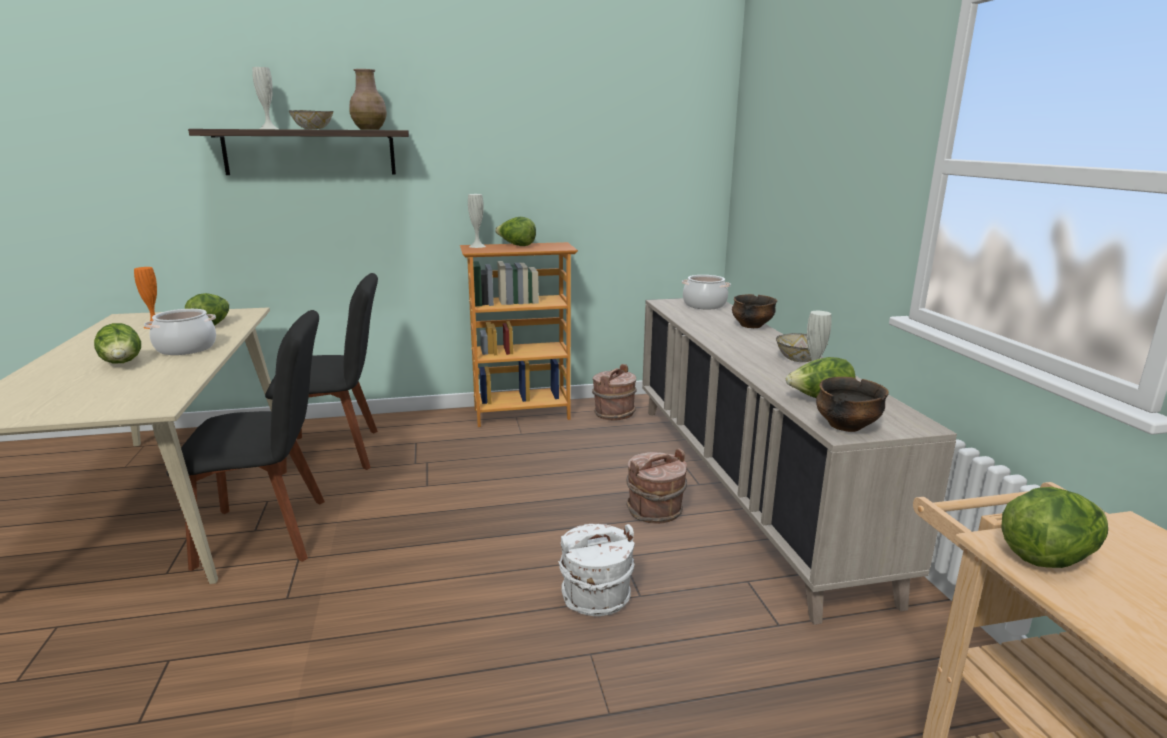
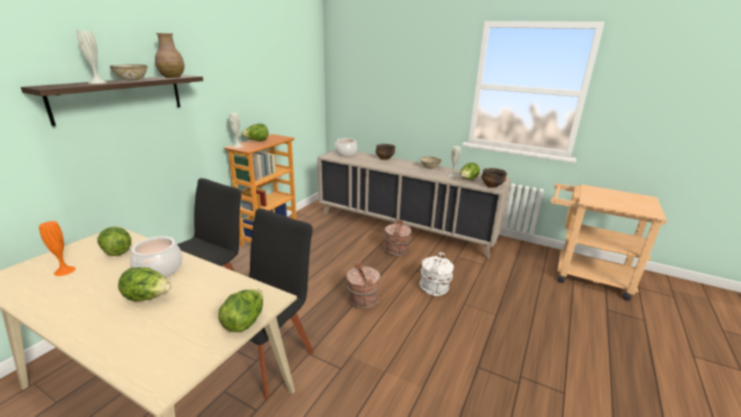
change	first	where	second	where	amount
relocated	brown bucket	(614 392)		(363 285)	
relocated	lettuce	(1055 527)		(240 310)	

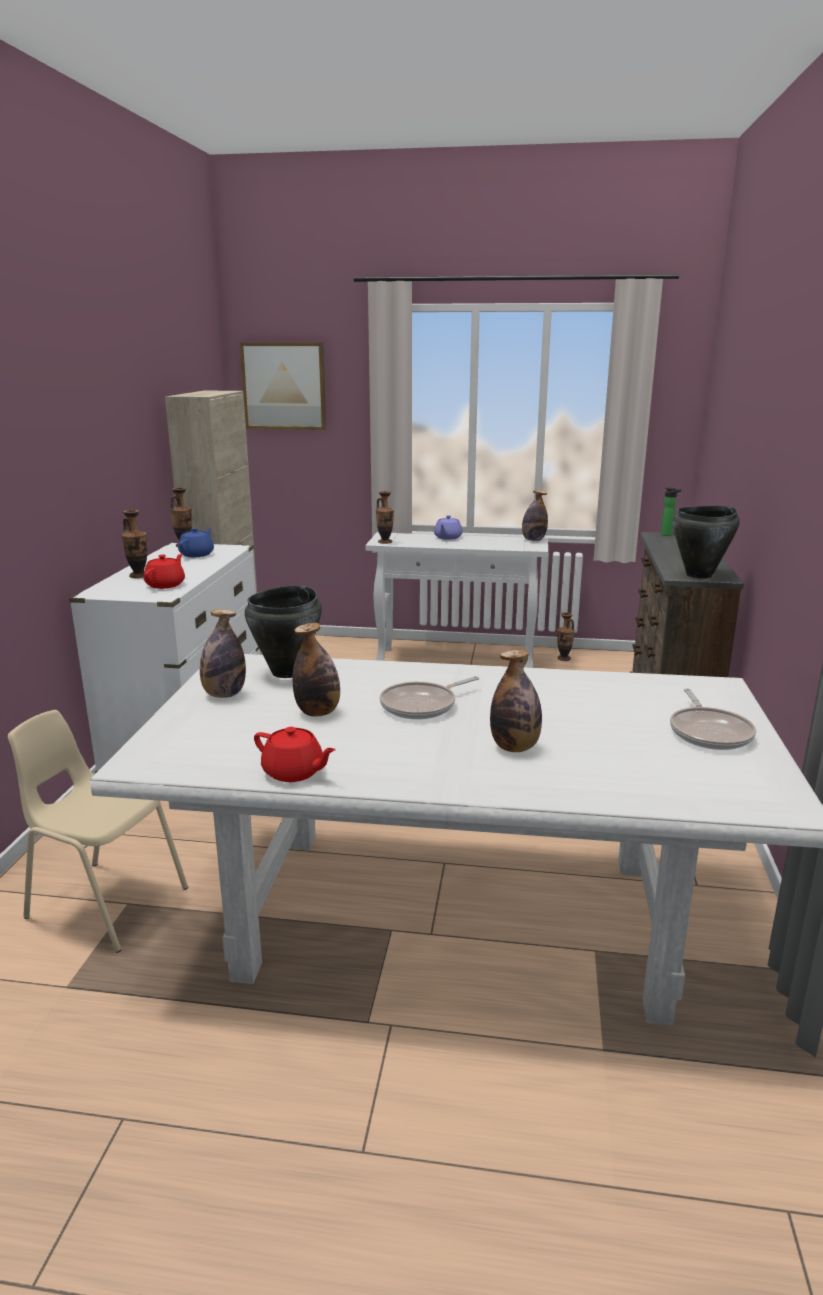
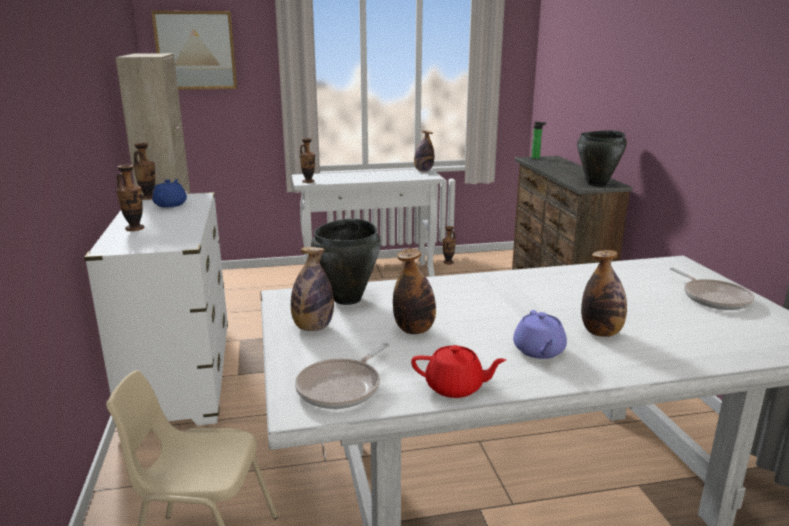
change	first	where	second	where	amount
missing	red teapot	(164 571)			
relocated	frying pan	(429 697)		(342 376)	
relocated	purple teapot	(448 527)		(540 334)	

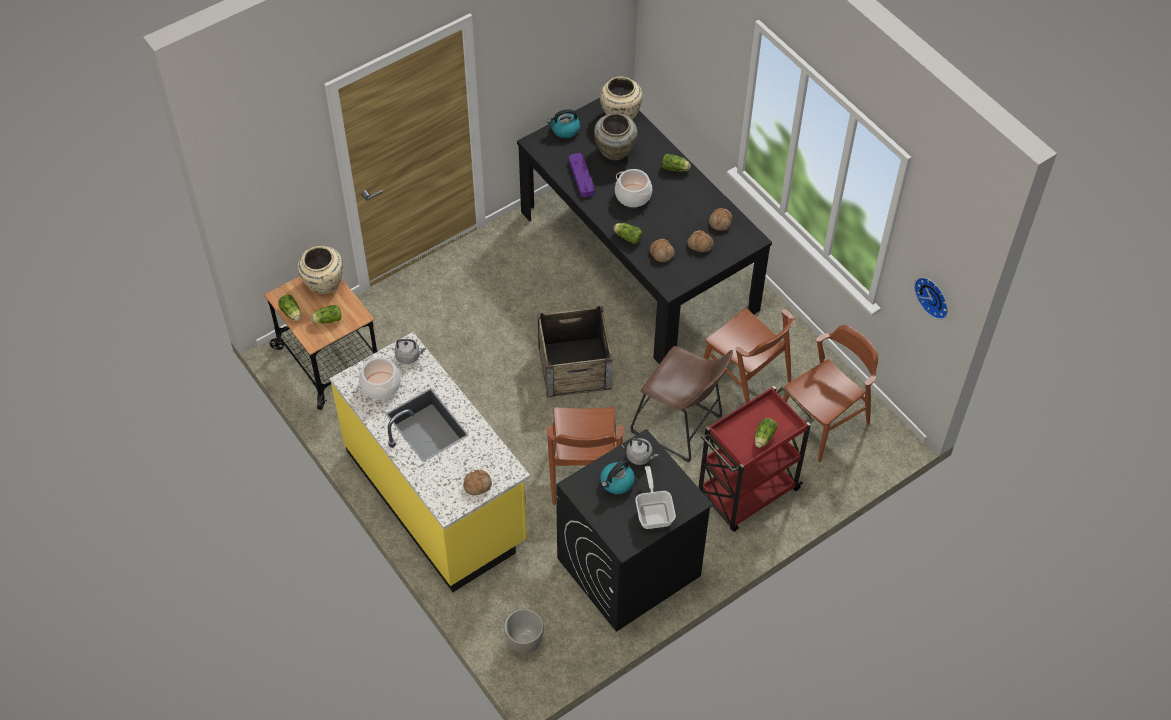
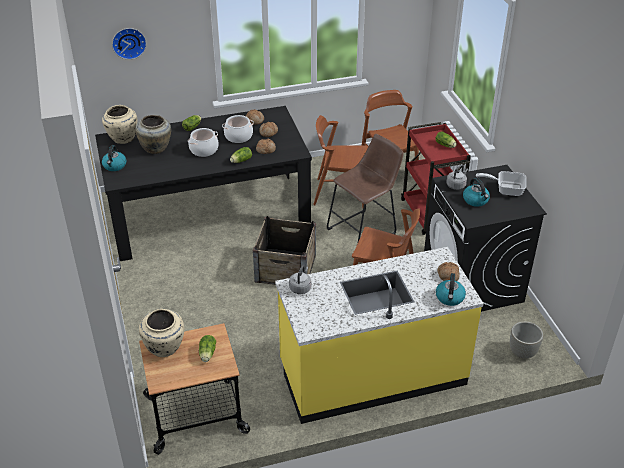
change	first	where	second	where	amount
missing	lettuce	(289 307)			
missing	purple tray	(581 175)			
appeared			kettle	(451 289)	
relocated	cooking pot	(380 378)		(238 129)	
relocated	wall clock	(931 298)		(129 44)	
spun	brown chair	(749 355)		(340 161)	150 degrees counterclockwise

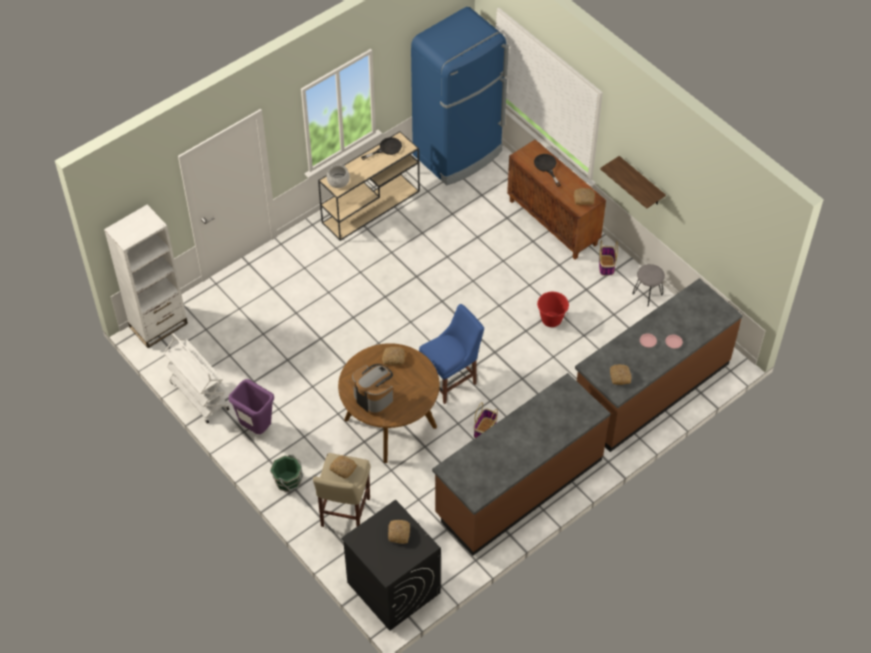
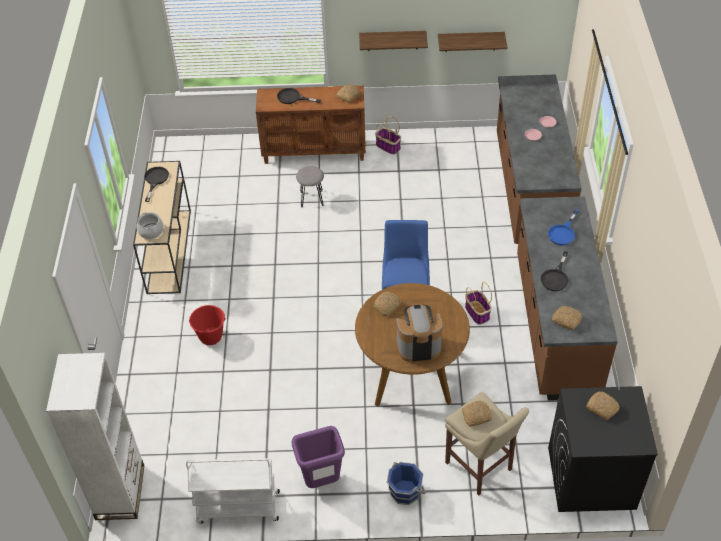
change	first	where	second	where	amount
missing	blue fridge	(460 96)			
appeared			shelf	(472 42)	
appeared			black frying pan	(554 271)	
appeared			blue frying pan	(563 227)	
relocated	red bucket	(553 309)		(207 325)	
relocated	bread	(621 374)		(567 318)	
relocated	grey stool	(648 285)		(310 186)	
colour	green bucket	(286 473)	blue bucket	(406 483)	

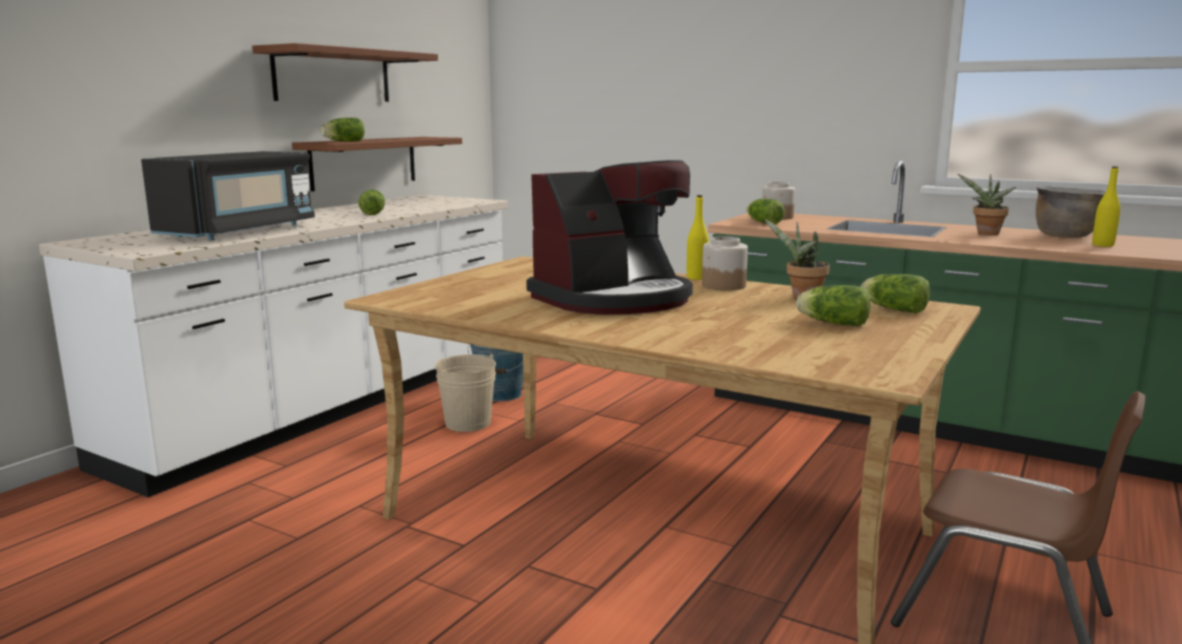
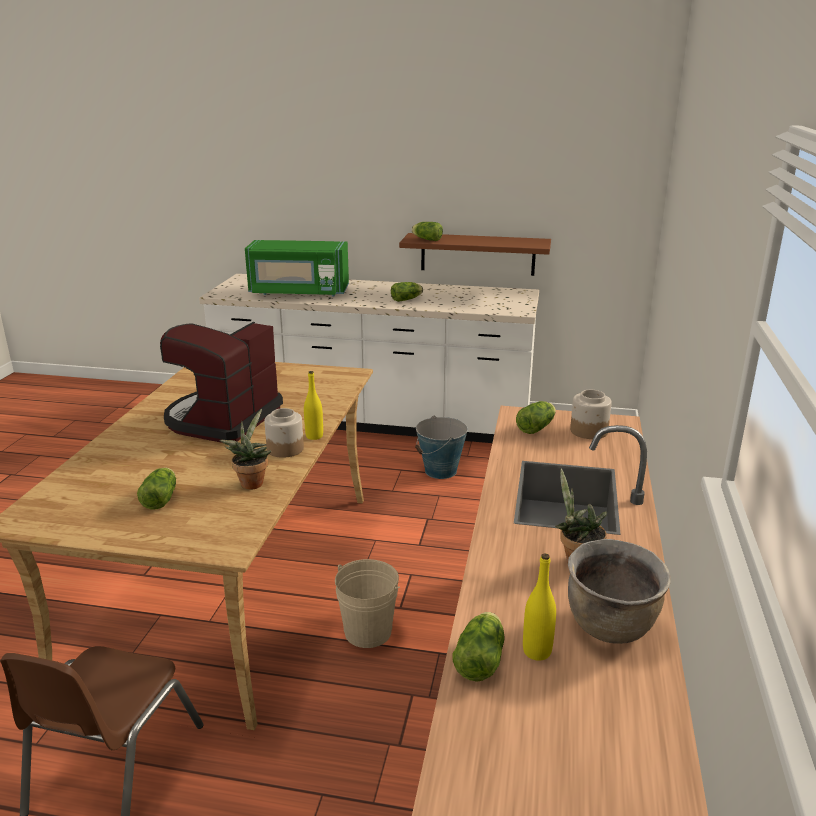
change	first	where	second	where	amount
missing	brown shelf	(345 72)			
relocated	beige bucket	(464 393)		(367 603)	
relocated	lettuce	(895 293)		(478 647)	
colour	black microwave	(228 195)	green microwave	(297 268)	
spun	coffee machine	(609 237)		(221 382)	75 degrees clockwise

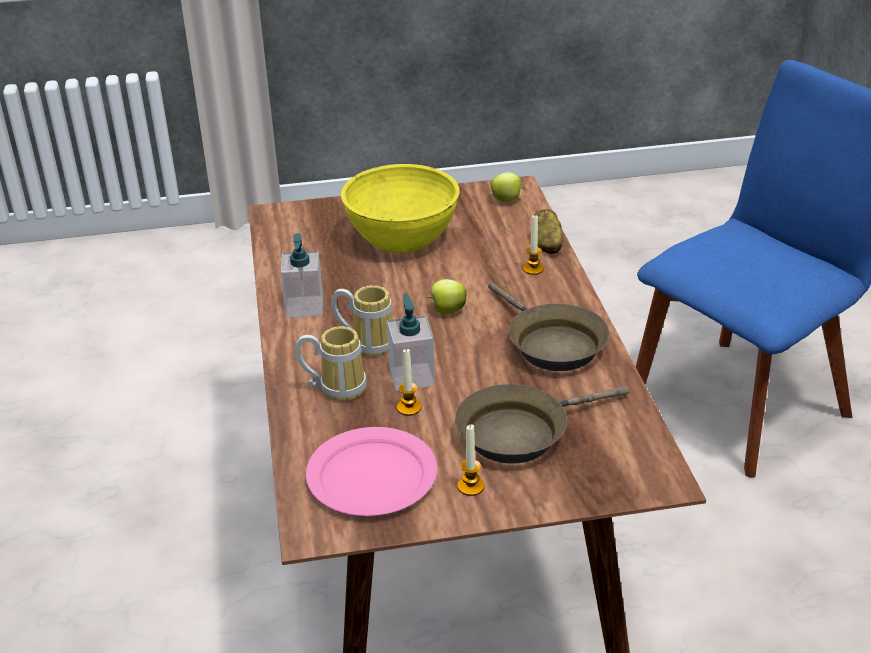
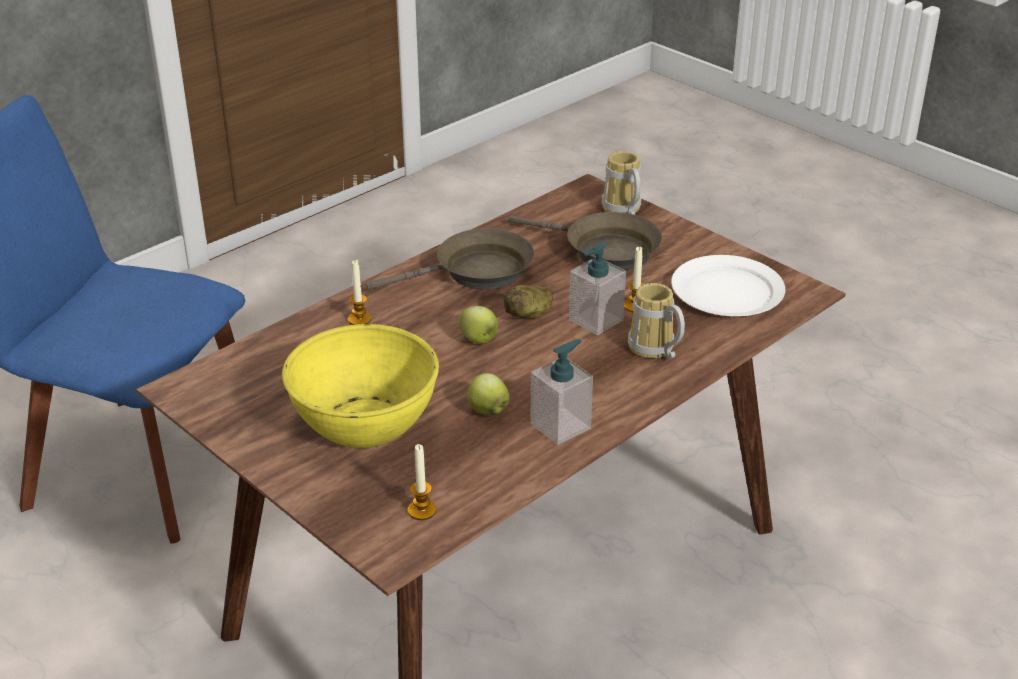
change	first	where	second	where	amount
relocated	mug	(361 321)		(621 183)	
relocated	candle	(471 460)		(422 482)	
relocated	apple	(507 187)		(488 394)	
relocated	potato	(548 231)		(528 301)	
colour	pink plate	(371 471)	white plate	(728 285)	
spun	brown frying pan	(549 327)		(450 259)	45 degrees clockwise

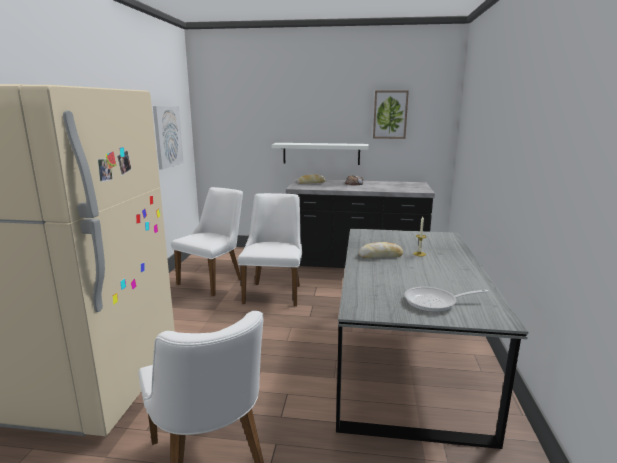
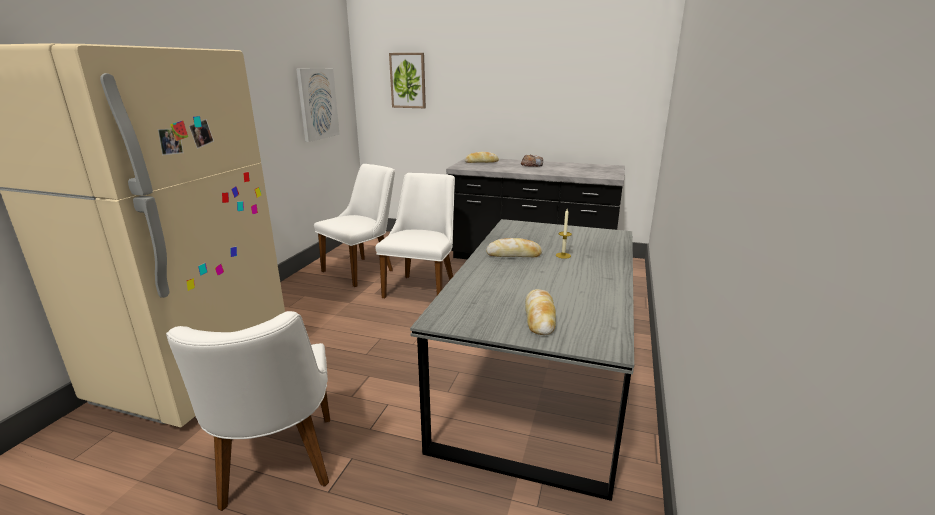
change	first	where	second	where	amount
missing	white shelf	(320 154)			
relocated	picture	(391 114)		(407 80)	
exchanged	frying pan	(447 299)	bread	(540 312)	

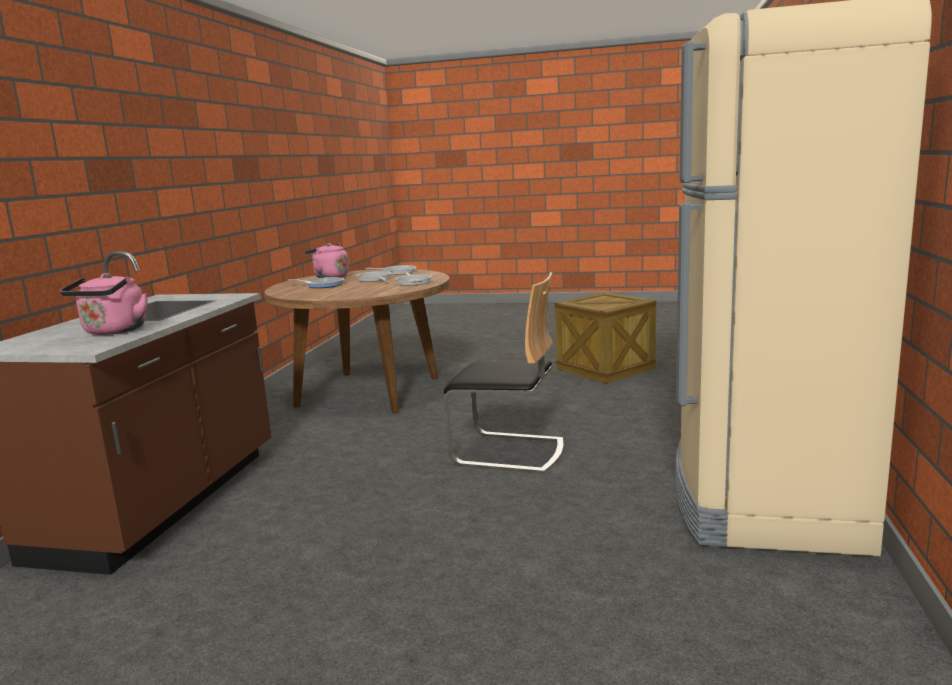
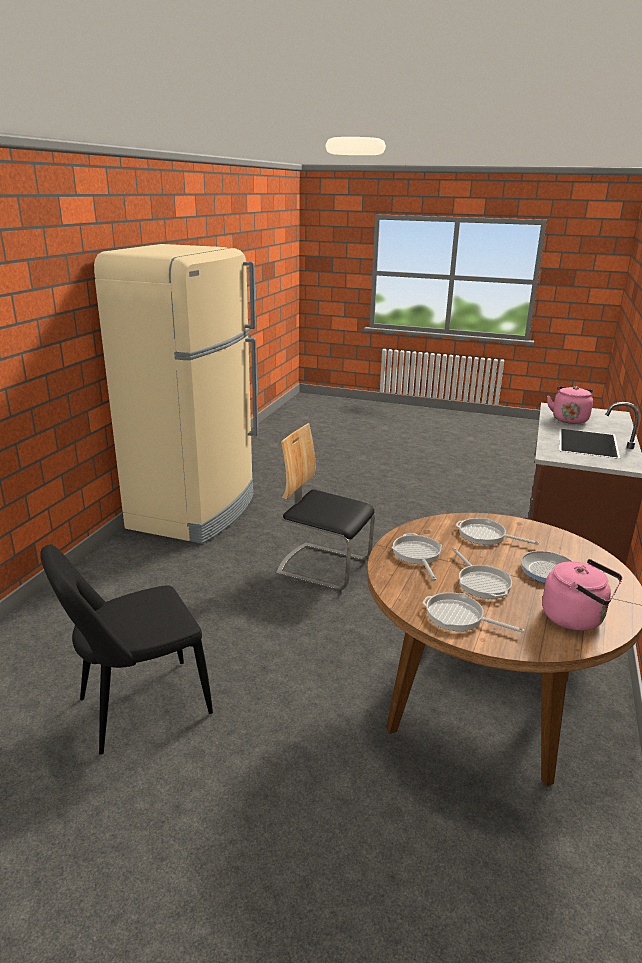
change	first	where	second	where	amount
appeared			frying pan	(497 531)	
exchanged	crate	(605 338)	black chair	(126 649)	

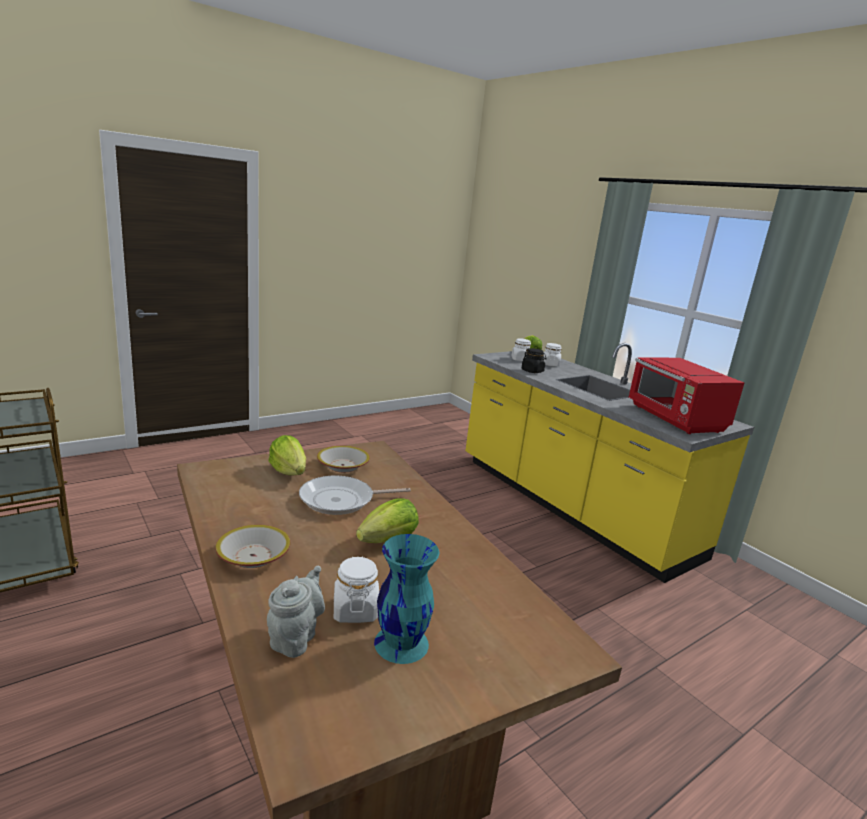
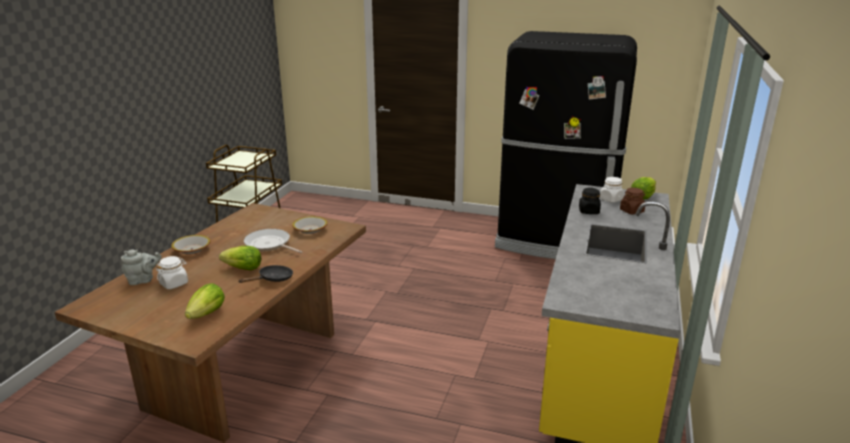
change	first	where	second	where	amount
missing	turquoise vase	(406 599)			
missing	red microwave	(686 395)			
appeared			black frying pan	(266 274)	
appeared			black fridge	(566 145)	
relocated	lettuce	(287 455)		(205 301)	
colour	white jar	(552 355)	brown jar	(632 201)	

